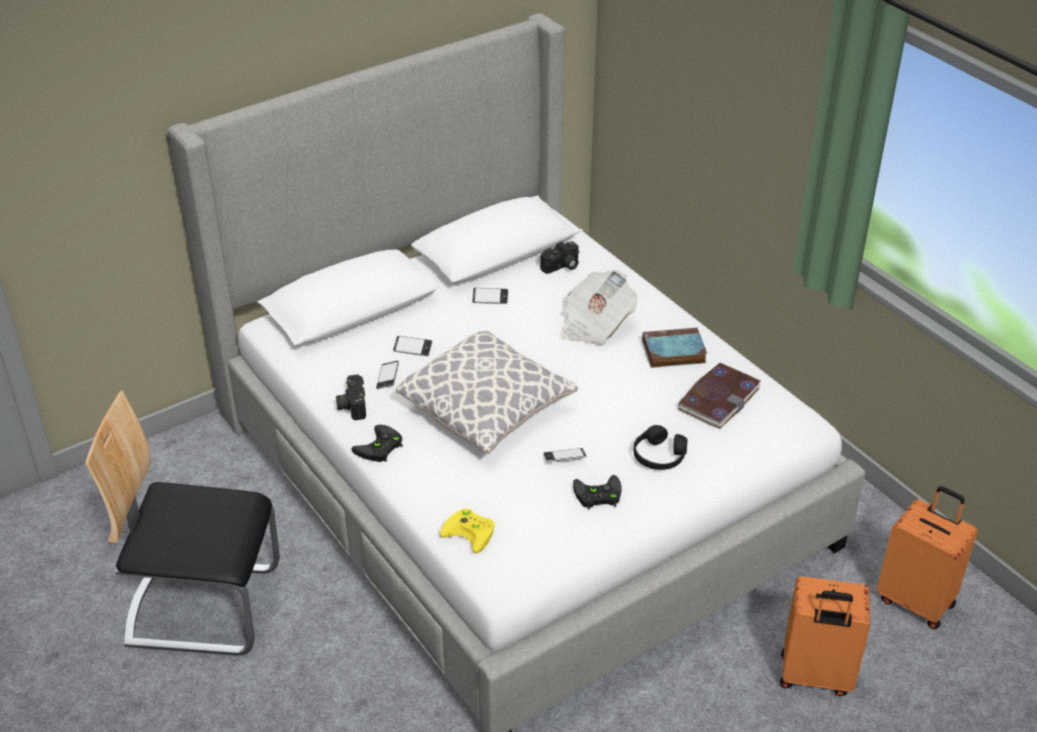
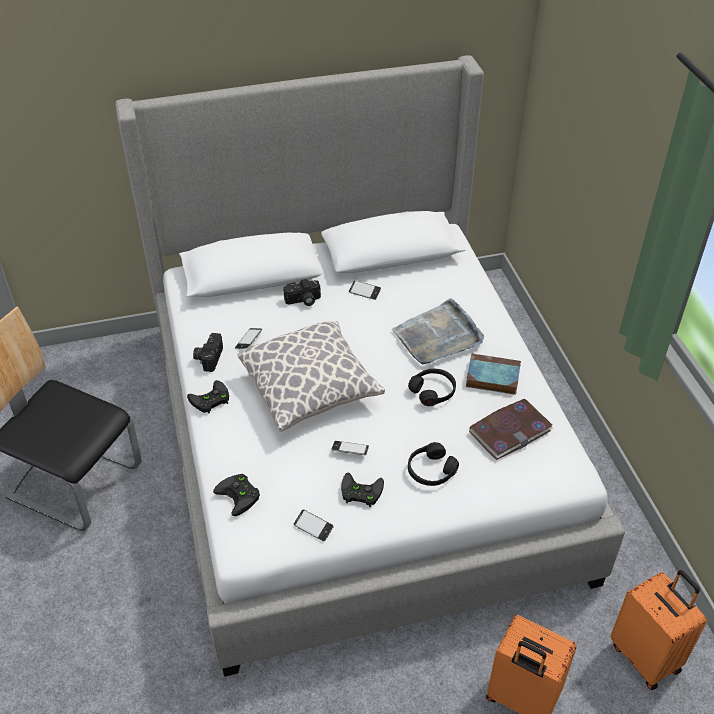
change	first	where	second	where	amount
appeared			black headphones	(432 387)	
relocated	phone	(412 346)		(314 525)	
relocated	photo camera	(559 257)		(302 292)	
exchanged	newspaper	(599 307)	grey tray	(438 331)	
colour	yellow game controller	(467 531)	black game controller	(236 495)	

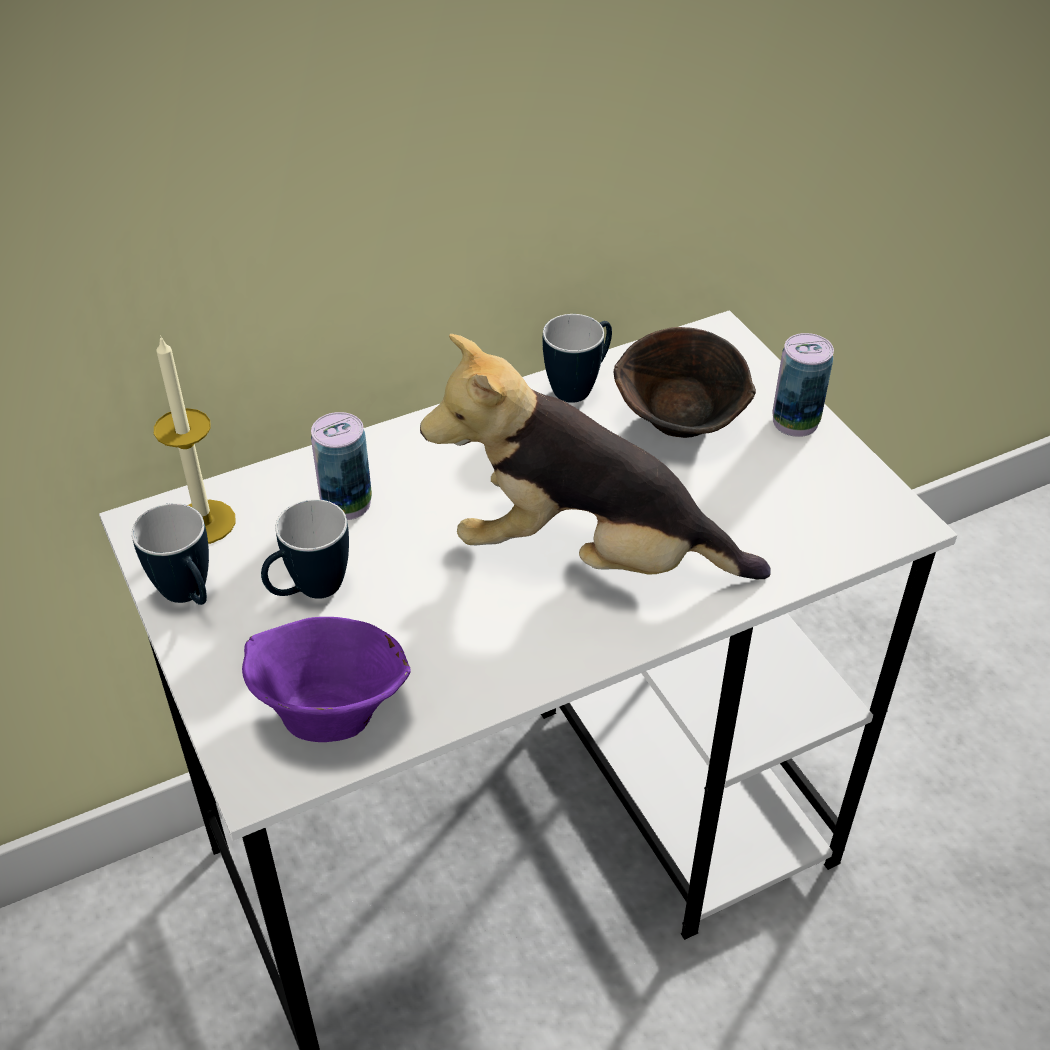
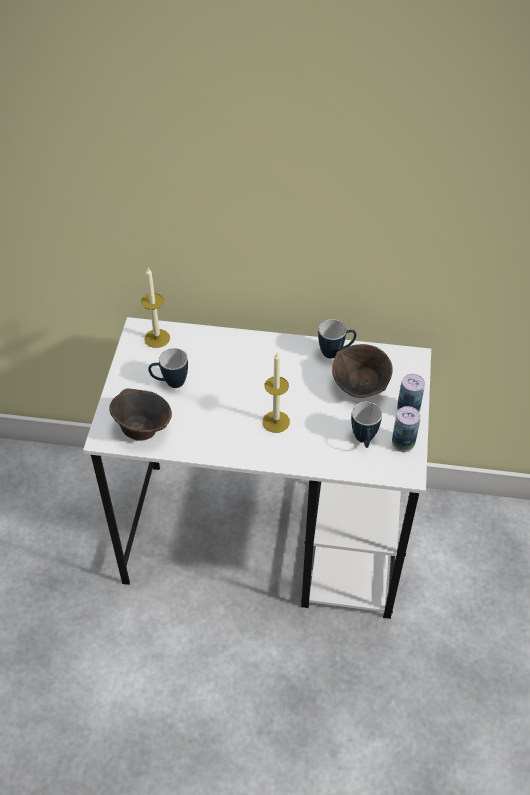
change	first	where	second	where	amount
relocated	mug	(170 554)		(366 425)	
relocated	can	(341 466)		(406 429)	
exchanged	plush toy	(595 456)	candle	(276 393)	
colour	purple bowl	(326 679)	brown bowl	(140 414)	

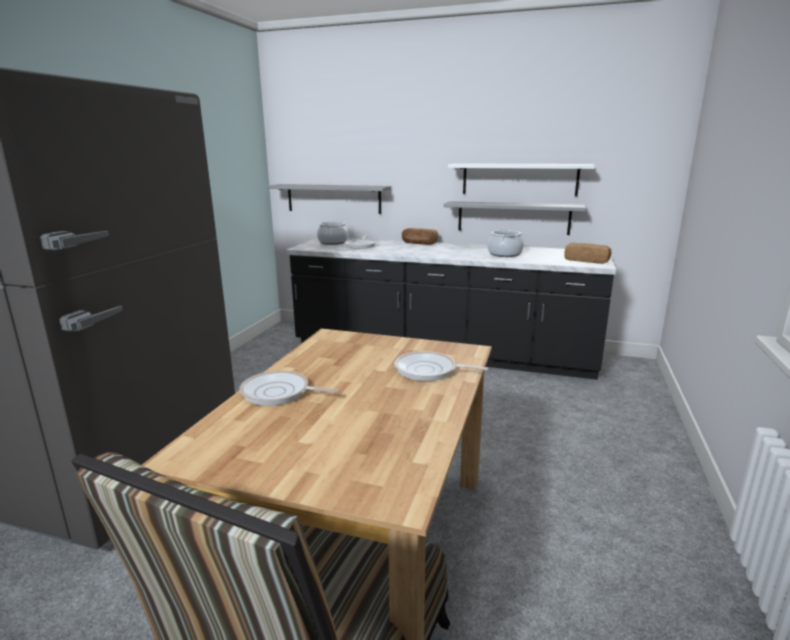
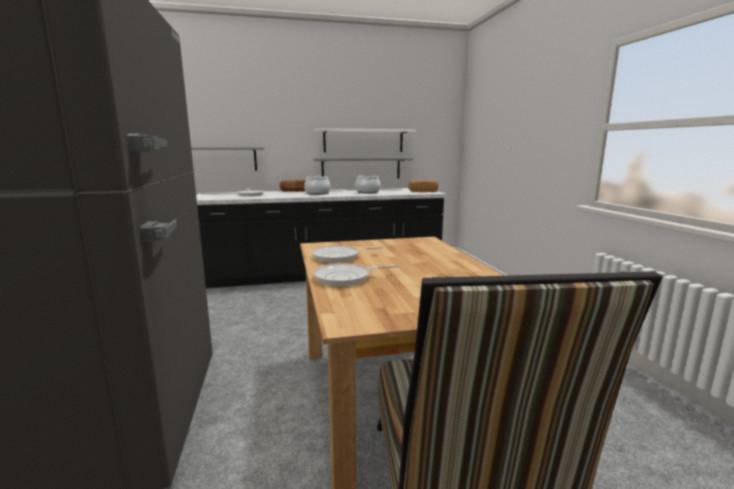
change	first	where	second	where	amount
relocated	cooking pot	(332 232)		(317 185)	
relocated	frying pan	(441 366)		(347 254)	

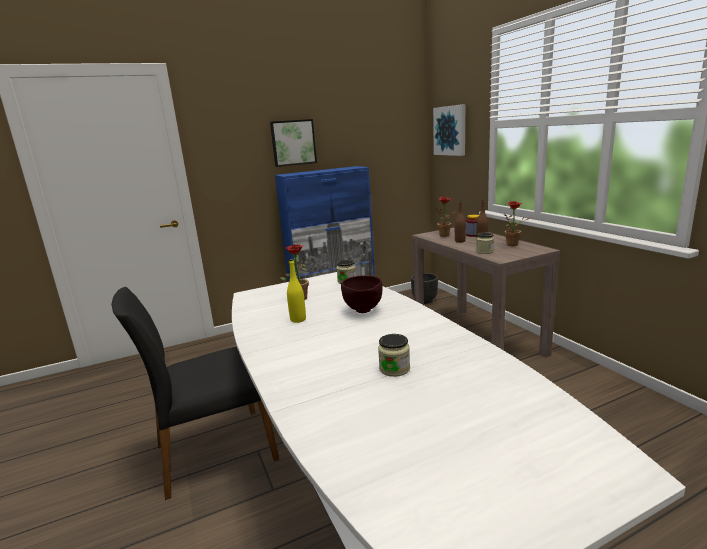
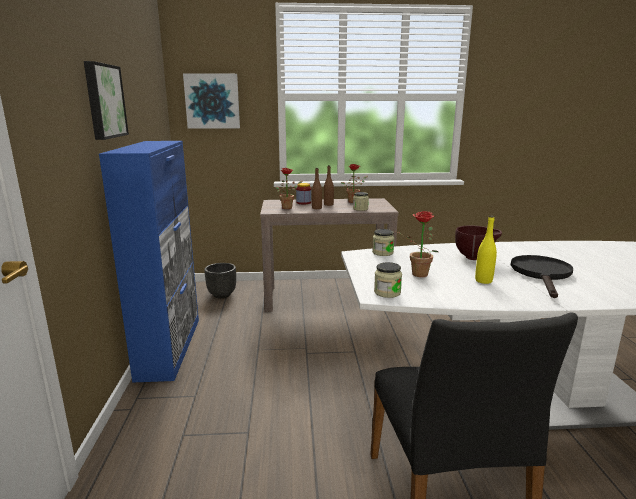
change	first	where	second	where	amount
appeared			black frying pan	(542 276)	
relocated	jar	(394 355)		(388 280)	

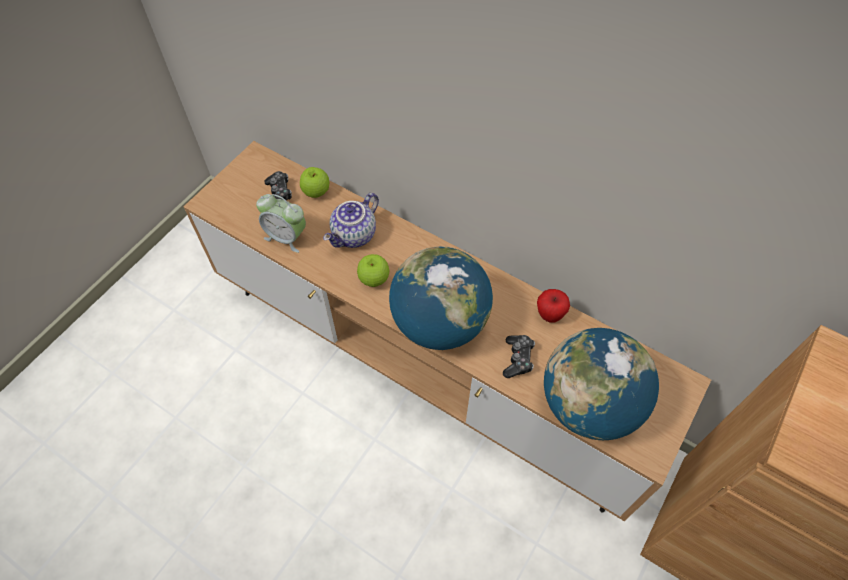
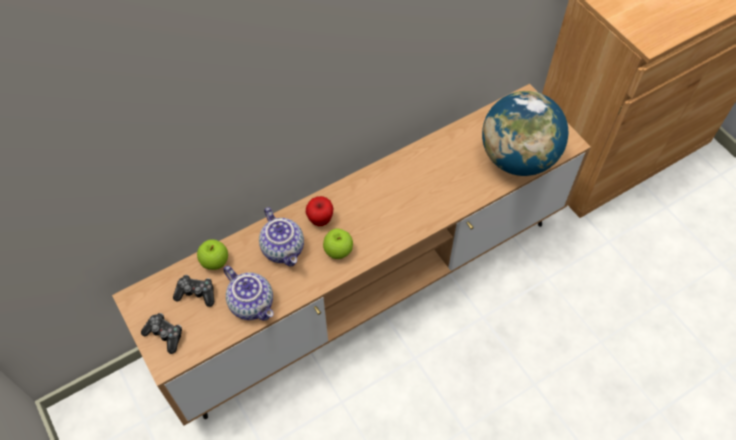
change	first	where	second	where	amount
missing	globe	(441 298)			
relocated	game controller	(519 356)		(161 333)	
relocated	apple	(553 306)		(319 211)	
exchanged	alarm clock	(281 223)	teapot	(248 293)	

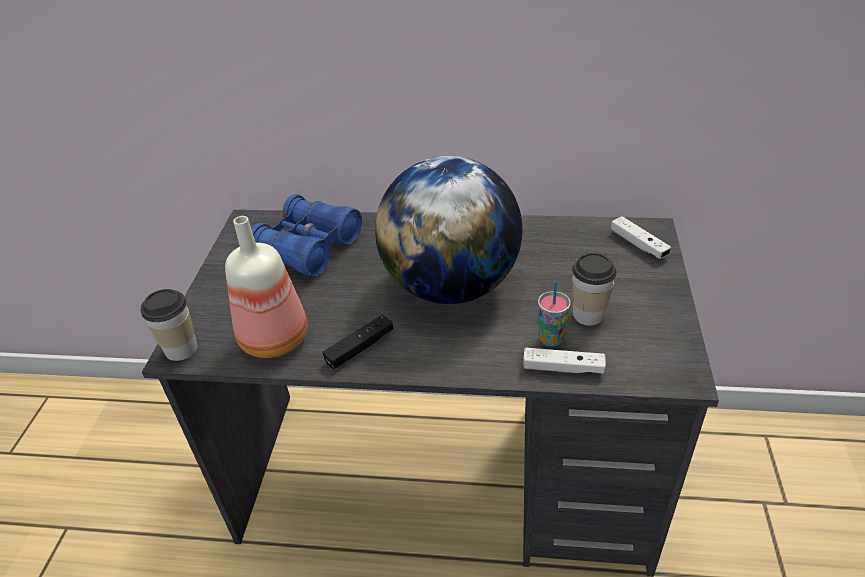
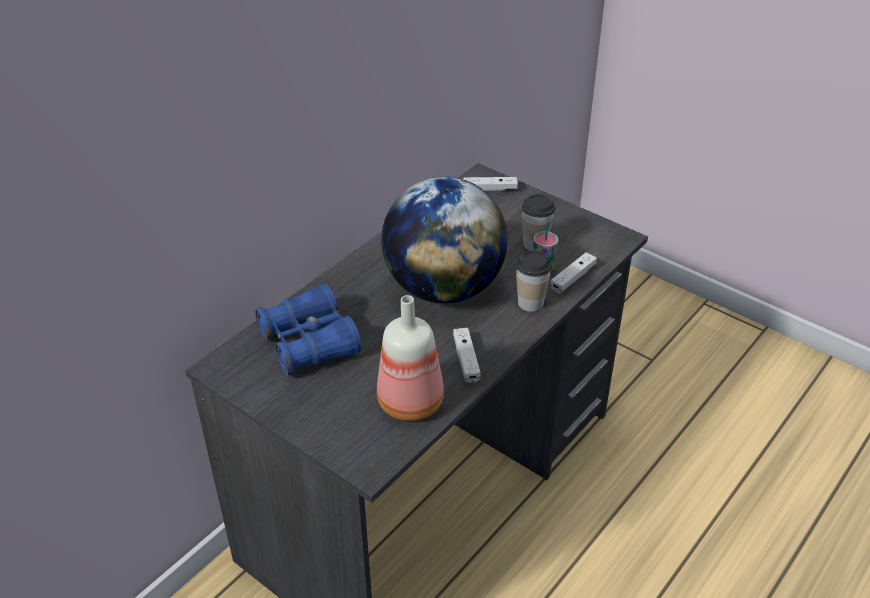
change	first	where	second	where	amount
relocated	cup	(169 325)		(534 281)	
colour	black game controller	(357 342)	white game controller	(467 355)	

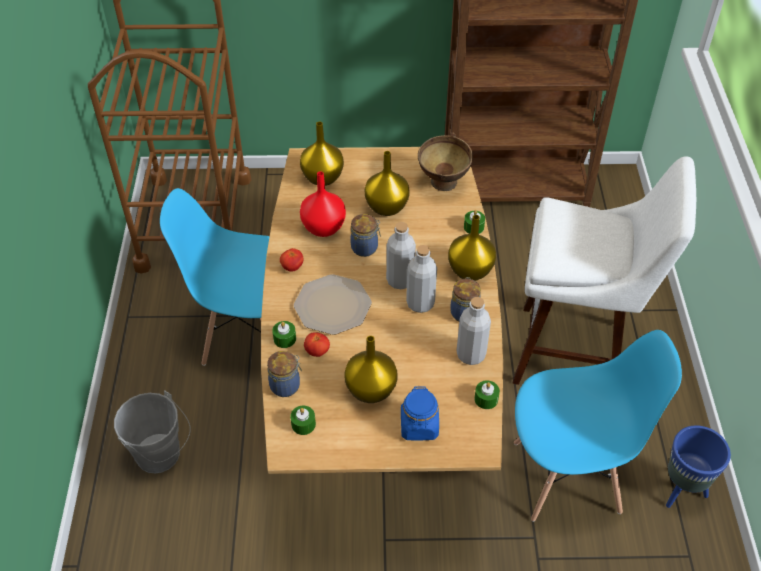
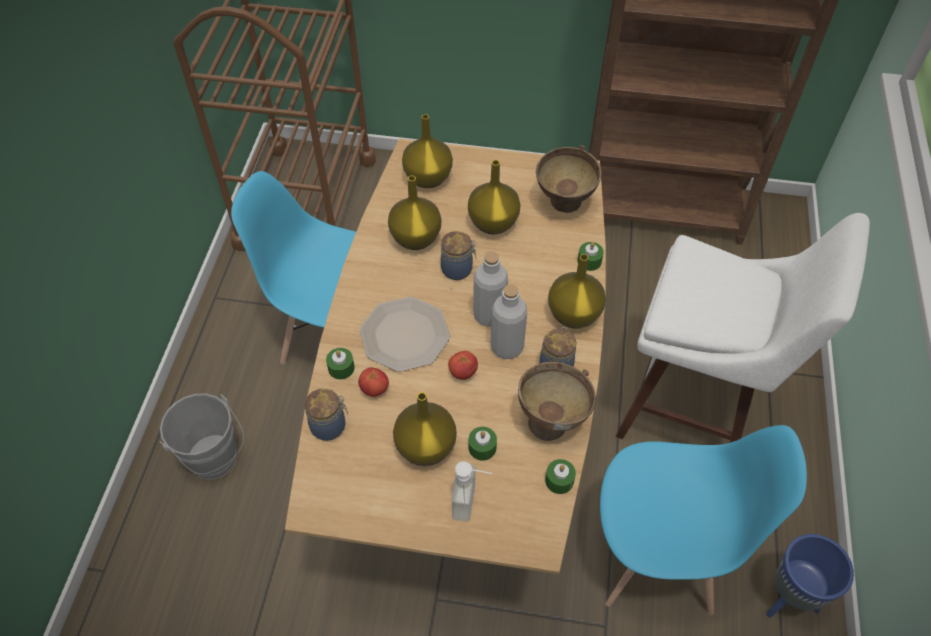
change	first	where	second	where	amount
relocated	tomato	(292 260)		(463 365)	
relocated	green candle	(303 420)		(483 444)	
exchanged	blue jar	(420 413)	soap dispenser	(471 491)	
exchanged	grey bottle	(473 331)	brown bowl	(557 401)	
colour	red vase	(323 204)	yellow vase	(414 213)	

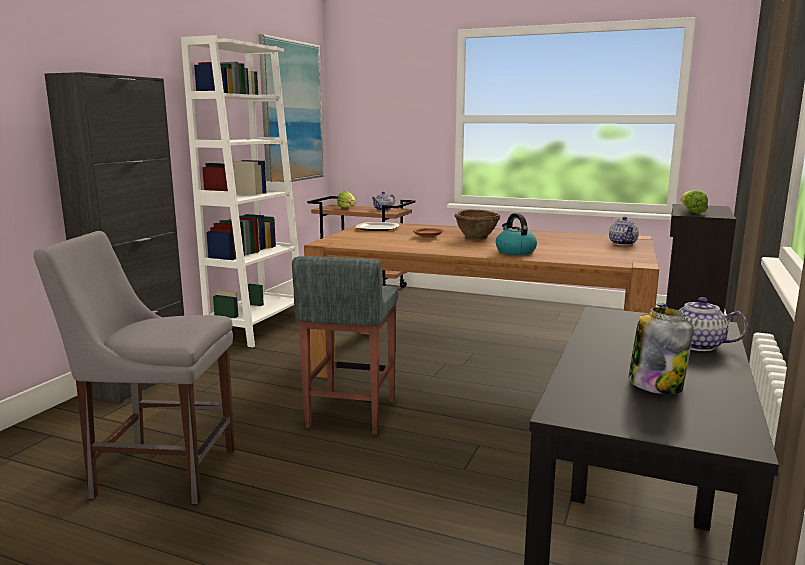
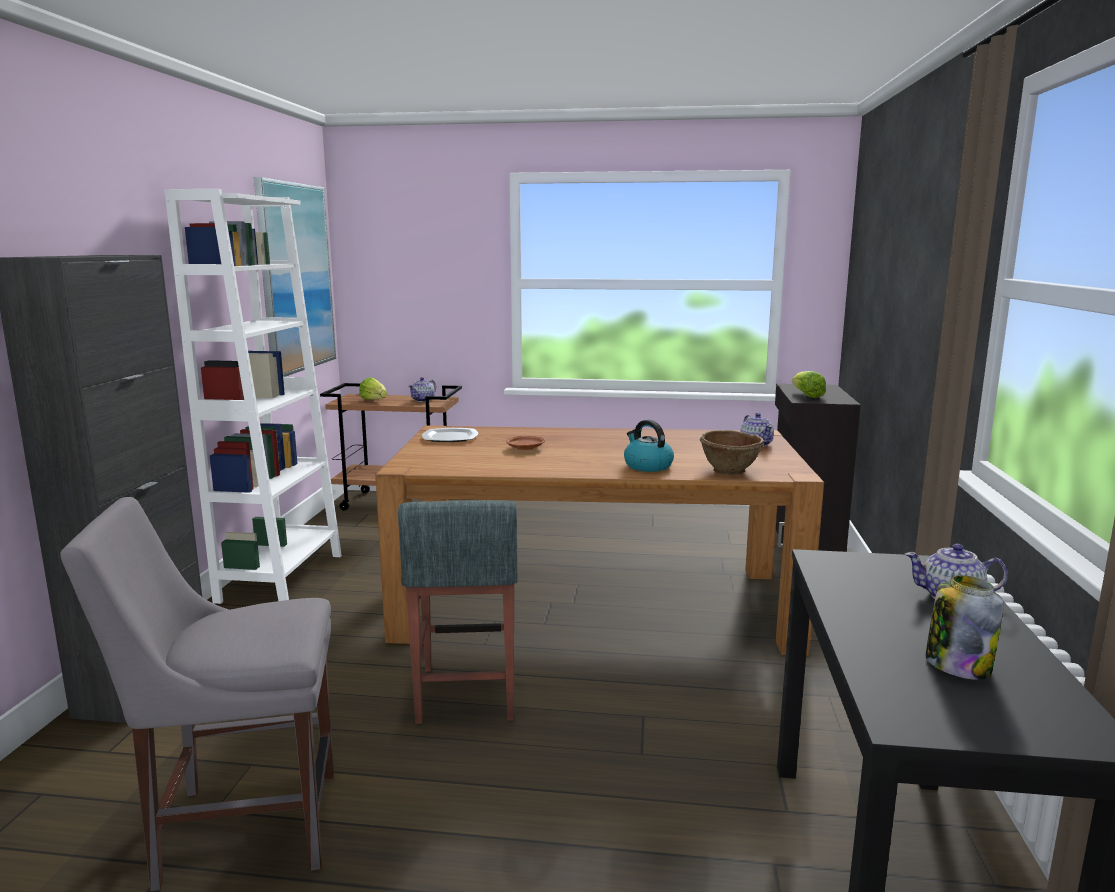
change	first	where	second	where	amount
relocated	brown bowl	(477 225)		(732 452)	

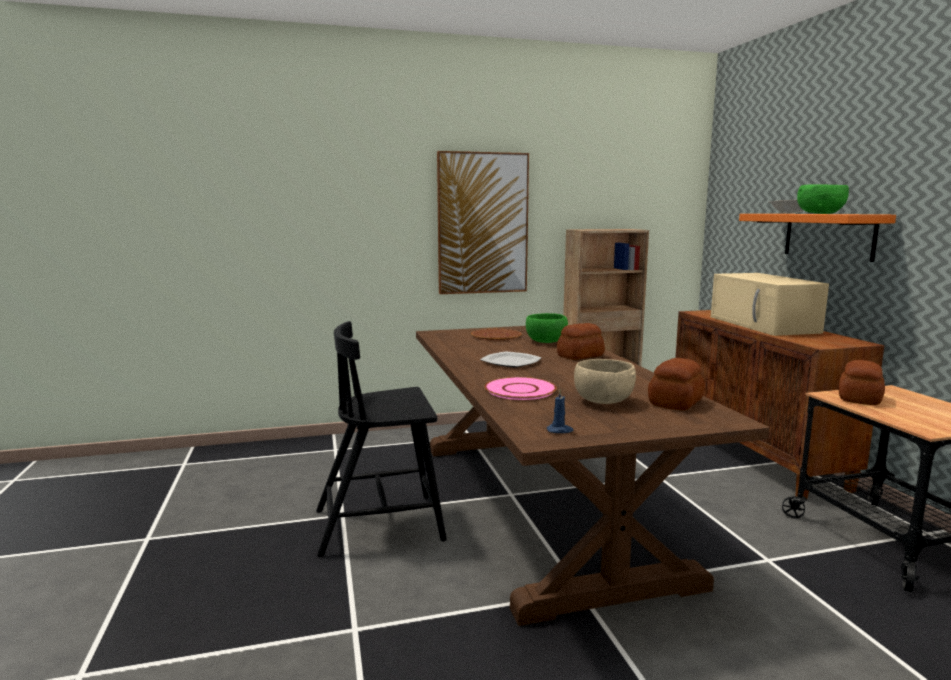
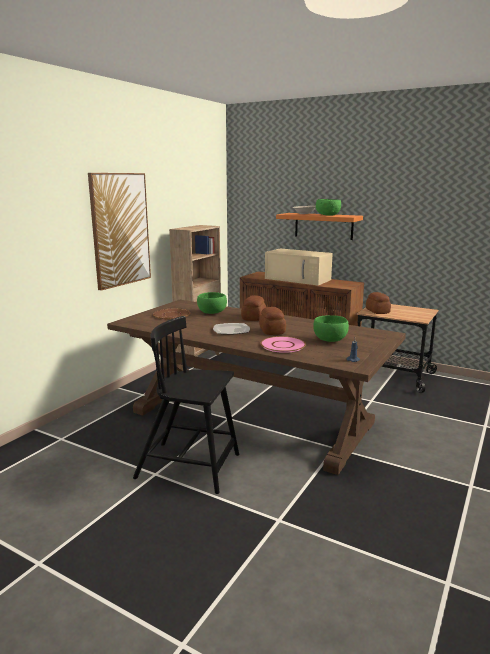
change	first	where	second	where	amount
relocated	bread	(676 384)		(272 321)	
colour	beige bowl	(605 381)	green bowl	(331 328)	
spun	black chair	(381 439)		(186 405)	75 degrees clockwise

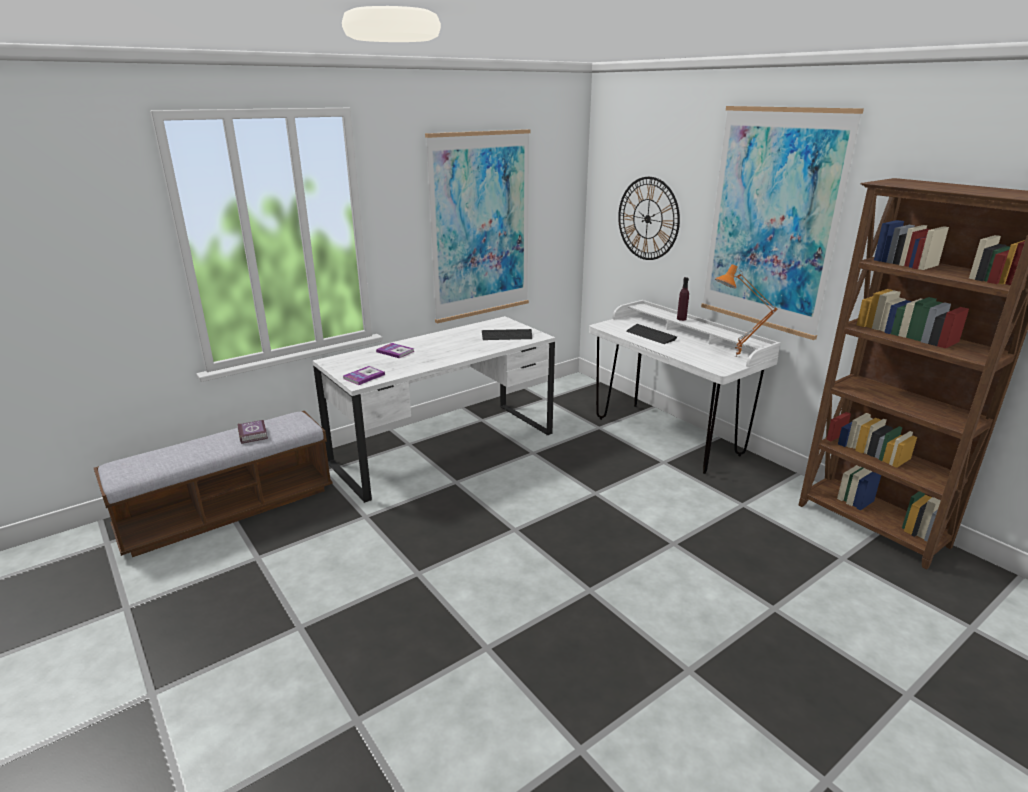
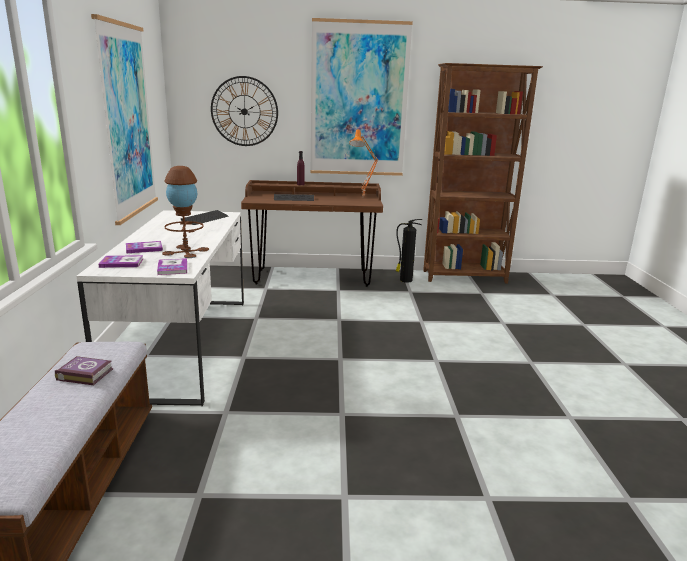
change	first	where	second	where	amount
appeared			book	(120 261)	
appeared			brown table lamp	(185 212)	
appeared			fire extinguisher	(408 251)	
colour	white desk	(684 387)	brown desk	(312 233)	

